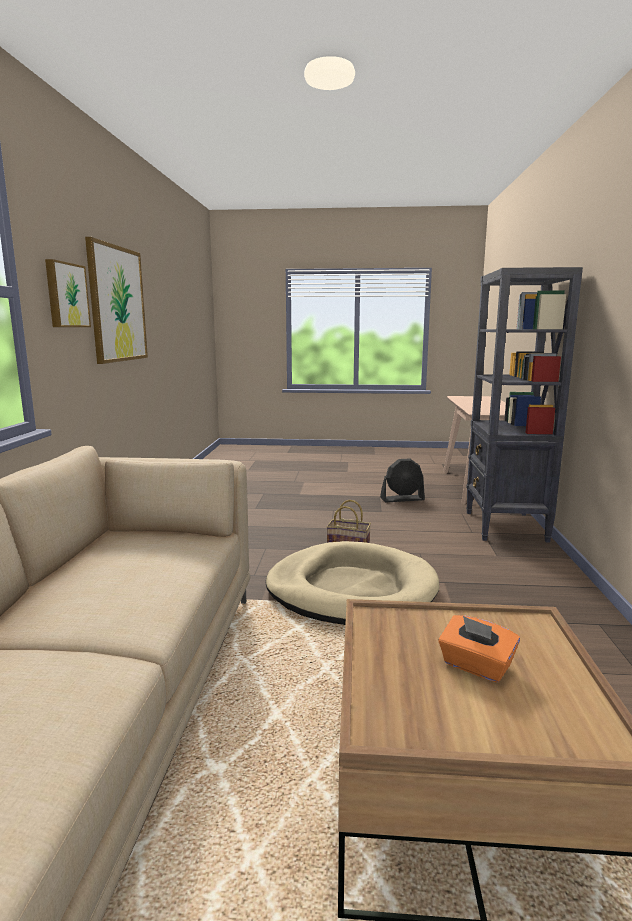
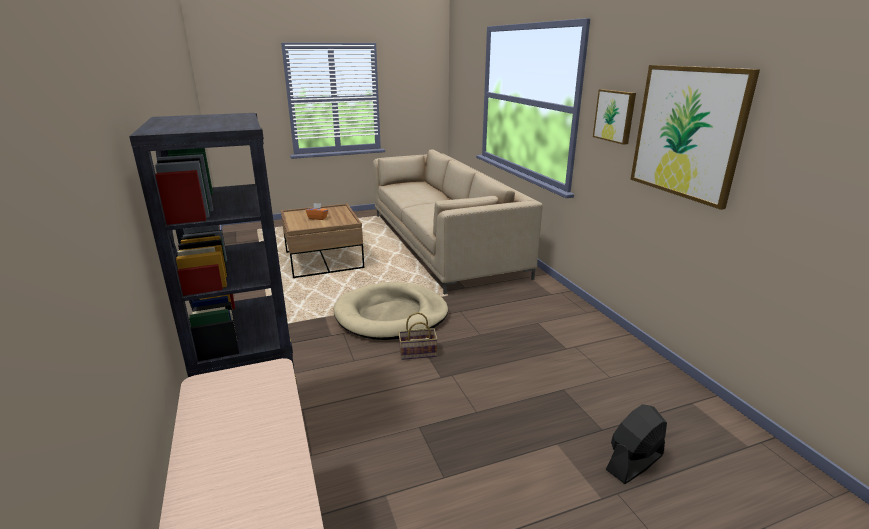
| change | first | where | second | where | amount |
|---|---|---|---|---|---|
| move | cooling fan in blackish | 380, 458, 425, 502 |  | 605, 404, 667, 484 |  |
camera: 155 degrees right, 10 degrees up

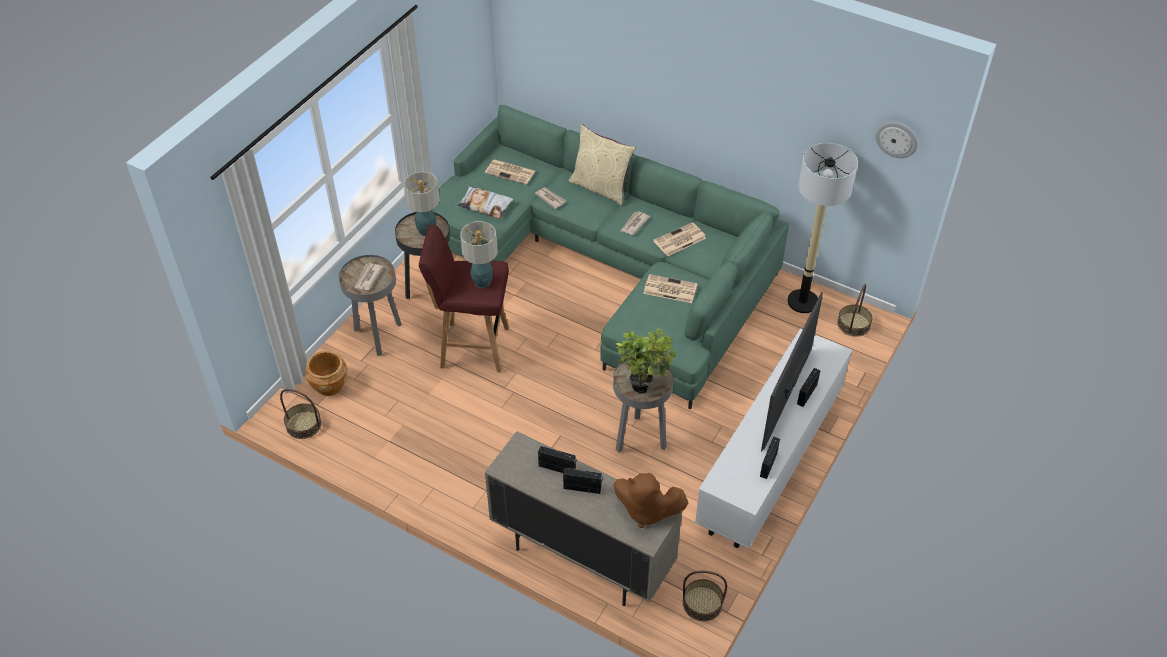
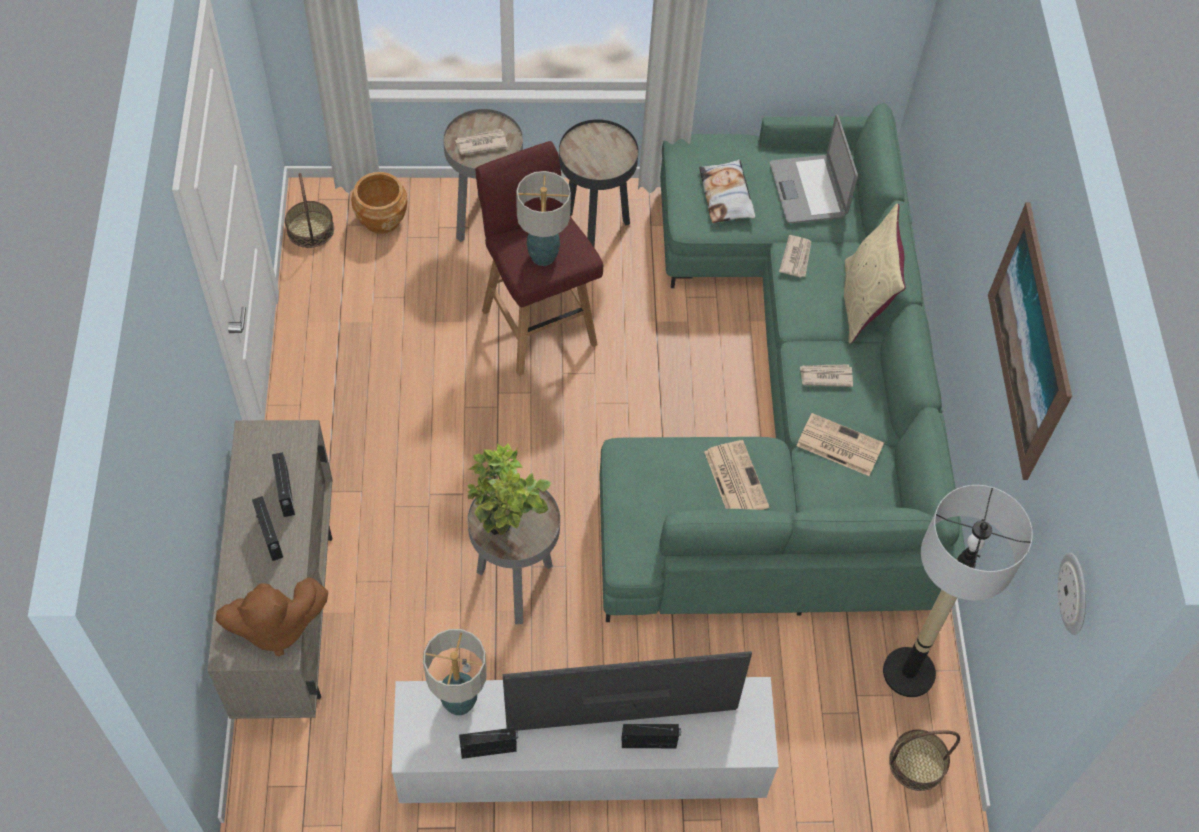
| change | first | where | second | where | amount |
|---|---|---|---|---|---|
| replace | printed paper | 485, 160, 535, 184 | laptop | 770, 115, 858, 223 |  |
| move | table lamp | 403, 172, 440, 236 |  | 423, 629, 487, 715 |  |
| rotate | plush toy in brown-coloured | 613, 473, 689, 528 |  | 216, 577, 328, 656 | 90 degrees counterclockwise |
| delete | basket | 683, 571, 727, 621 |  |  |  |
| insert |  |  | picture | 988, 202, 1072, 480 |  |
camera: 55 degrees right, 10 degrees up

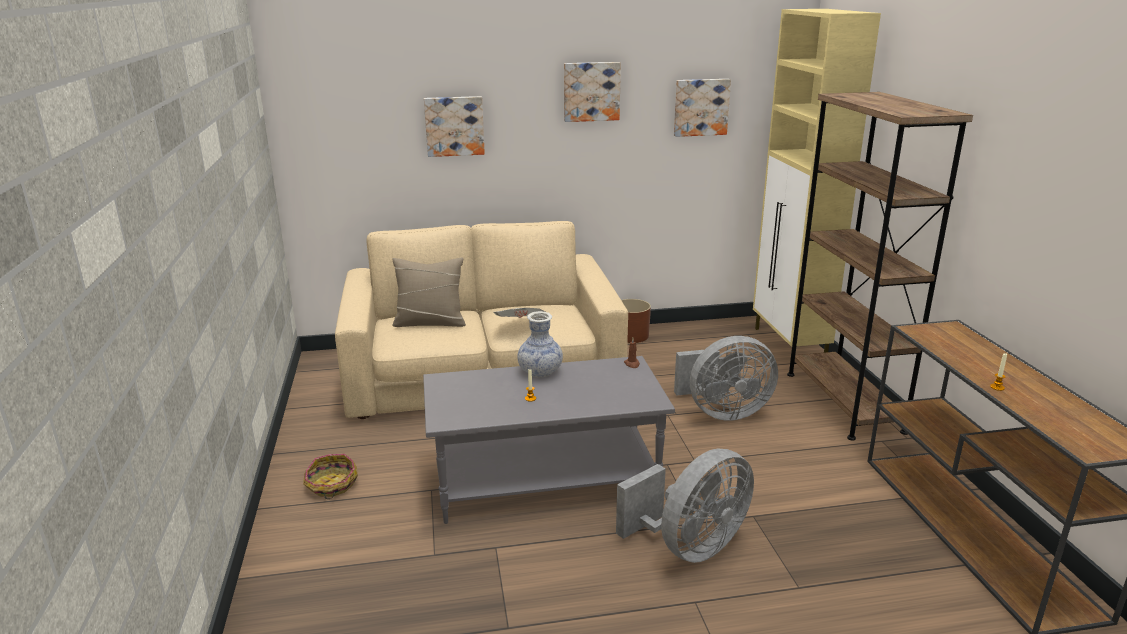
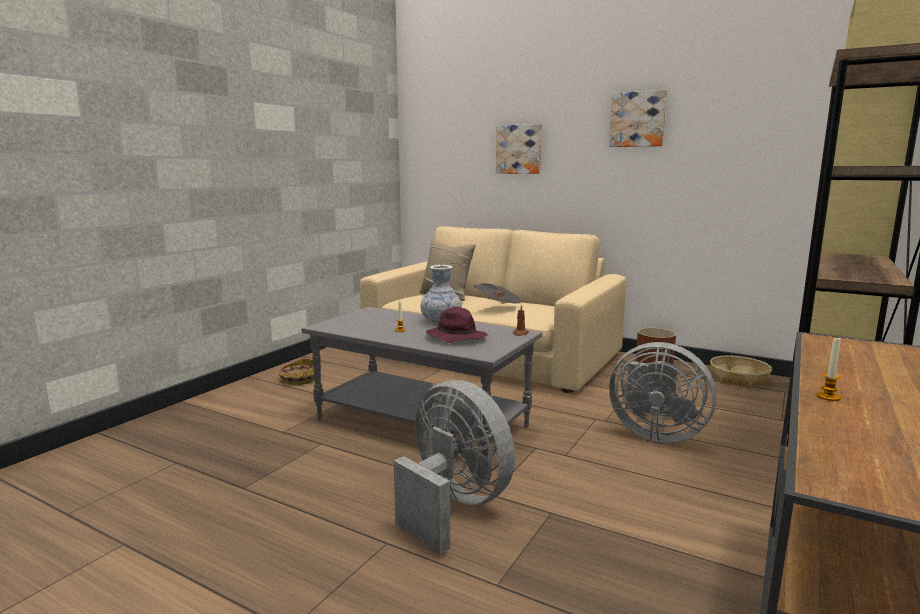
| change | first | where | second | where | amount |
|---|---|---|---|---|---|
| delete | picture | 674, 79, 731, 137 |  |  |  |
| rotate | cooling fan in greyish | 616, 449, 754, 563 |  | 394, 380, 515, 554 | 135 degrees counterclockwise |
| insert |  |  | clothing hat in purple | 426, 307, 488, 343 |  |
| insert |  |  | basket | 710, 355, 772, 388 |  |
camera: 40 degrees right, 10 degrees down

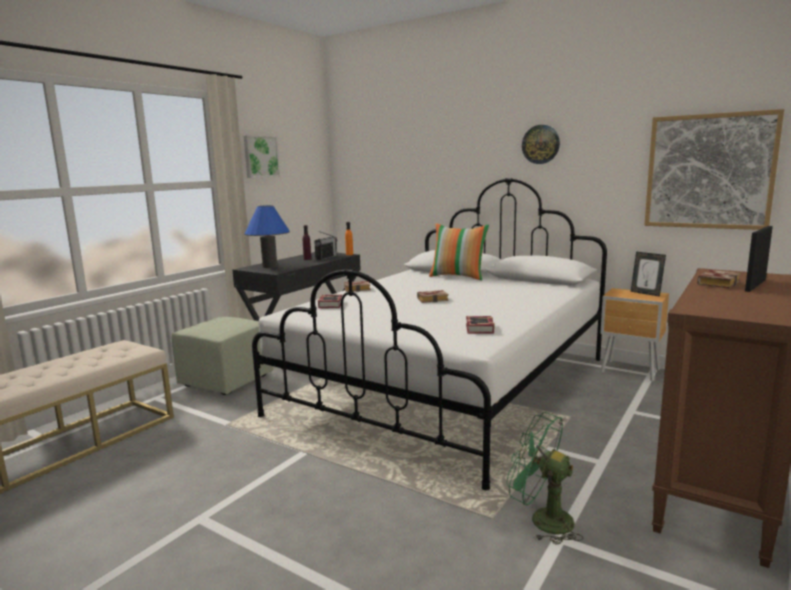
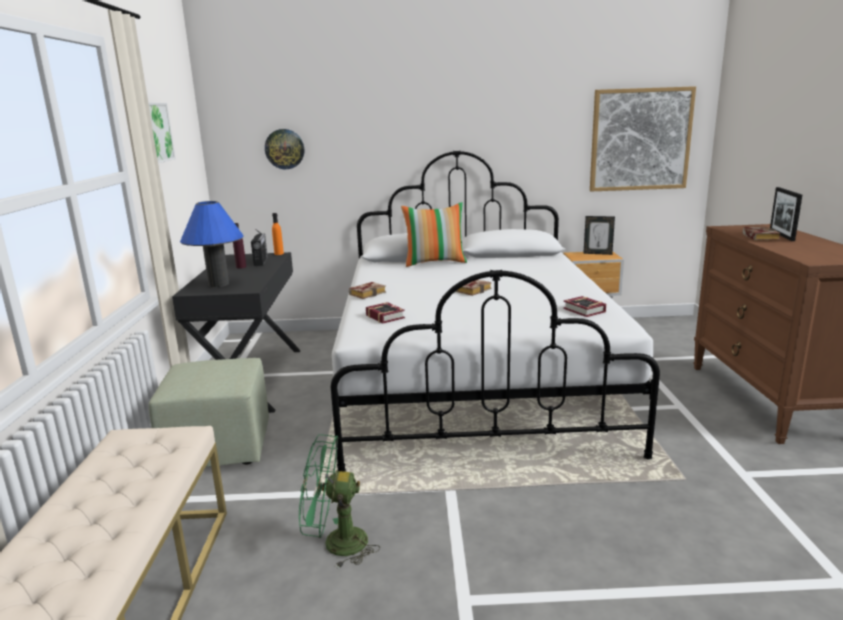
| change | first | where | second | where | amount |
|---|---|---|---|---|---|
| move | clock on the wall | 522, 125, 560, 164 |  | 265, 129, 304, 169 |  |
| move | cooling fan in greenish | 506, 412, 583, 545 |  | 299, 434, 380, 569 |  |
camera: 35 degrees left, 5 degrees up

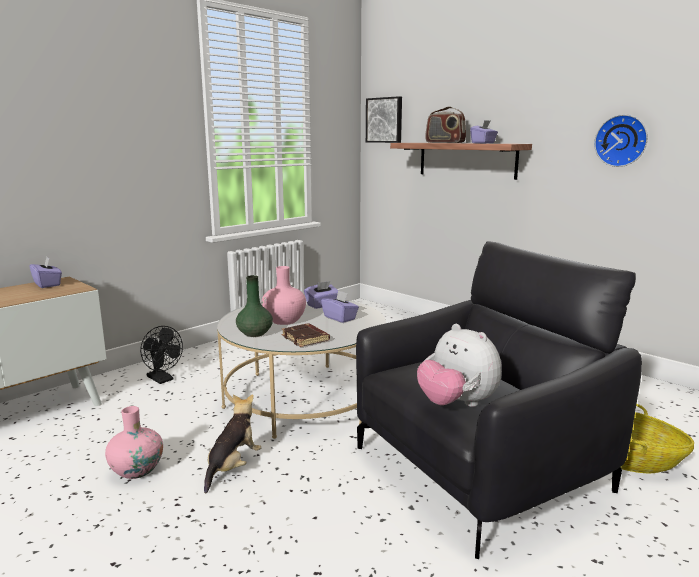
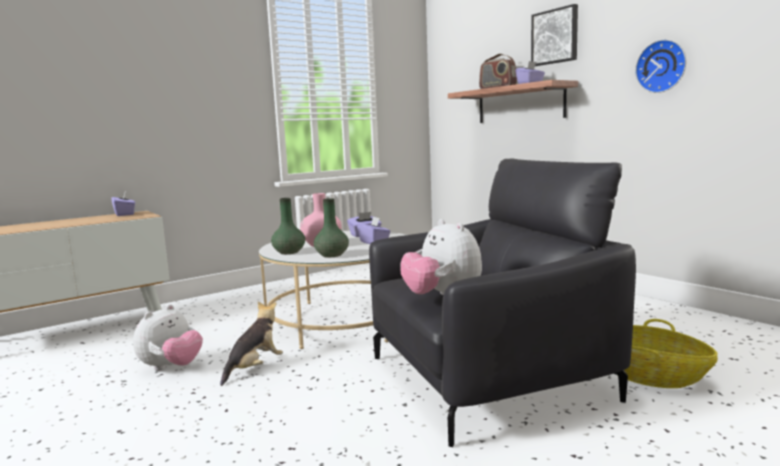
| change | first | where | second | where | amount |
|---|---|---|---|---|---|
| move | picture | 366, 96, 402, 143 |  | 531, 4, 578, 66 |  |
| replace | bound book in brown-coloured | 281, 323, 330, 347 | decorative vase in greenish | 314, 198, 349, 257 |  |
| delete | cooling fan in blackish | 140, 326, 183, 384 |  |  |  |
| replace | decorative vase in pinkish | 105, 406, 163, 479 | plush toy | 133, 305, 203, 371 |  |
camera: 10 degrees right, 5 degrees down

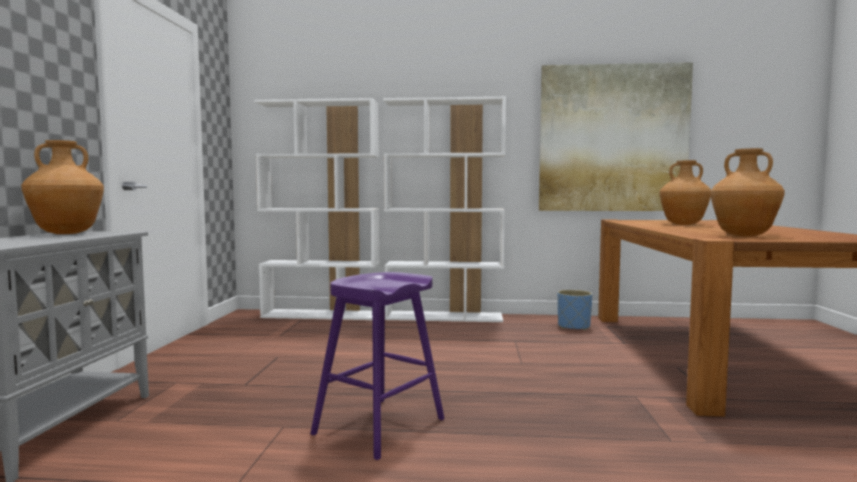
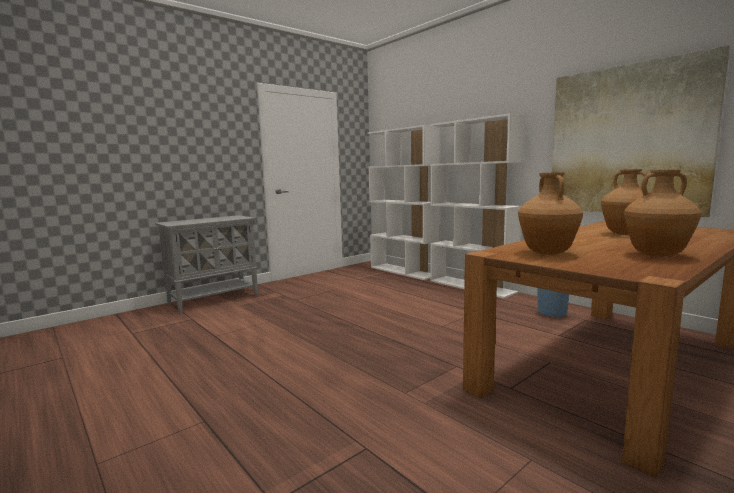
| change | first | where | second | where | amount |
|---|---|---|---|---|---|
| move | decorative vase in brown-coloured | 21, 140, 104, 234 |  | 624, 170, 702, 257 |  |
| delete | stool seat in purple | 310, 272, 444, 460 |  |  |  |
camera: 45 degrees right, 5 degrees up

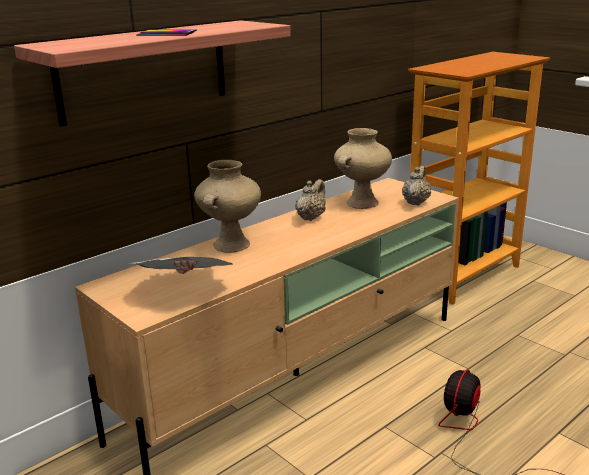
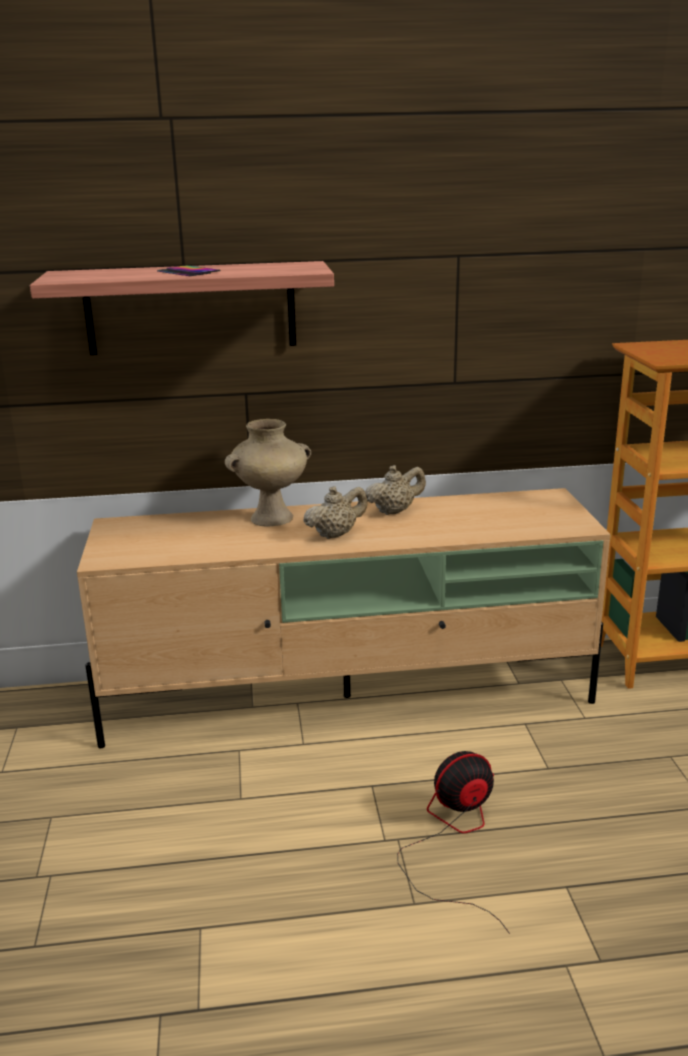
| change | first | where | second | where | amount |
|---|---|---|---|---|---|
| delete | decorative vase in sand-coloured | 334, 128, 392, 209 |  |  |  |
| move | pot for tea in sand-coloured | 402, 166, 431, 206 |  | 304, 486, 368, 539 |  |
| delete | printed paper | 128, 257, 233, 274 |  |  |  |
camera: 35 degrees right, 0 degrees up

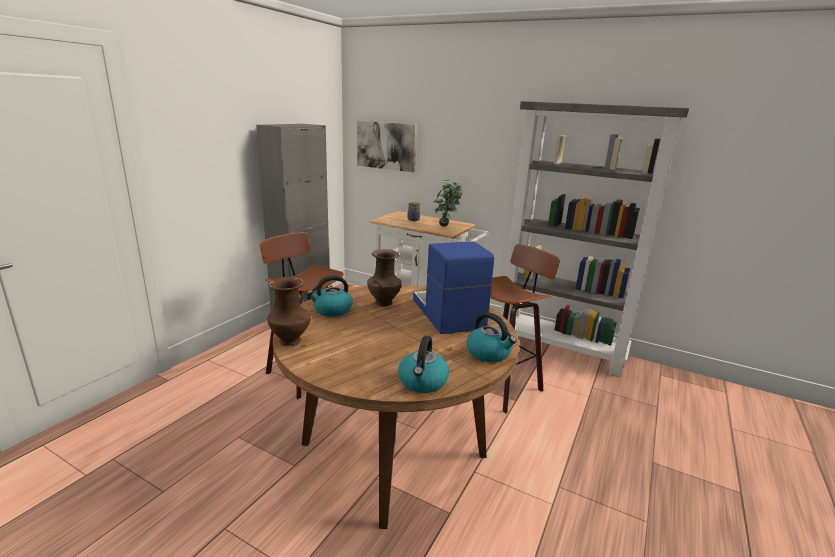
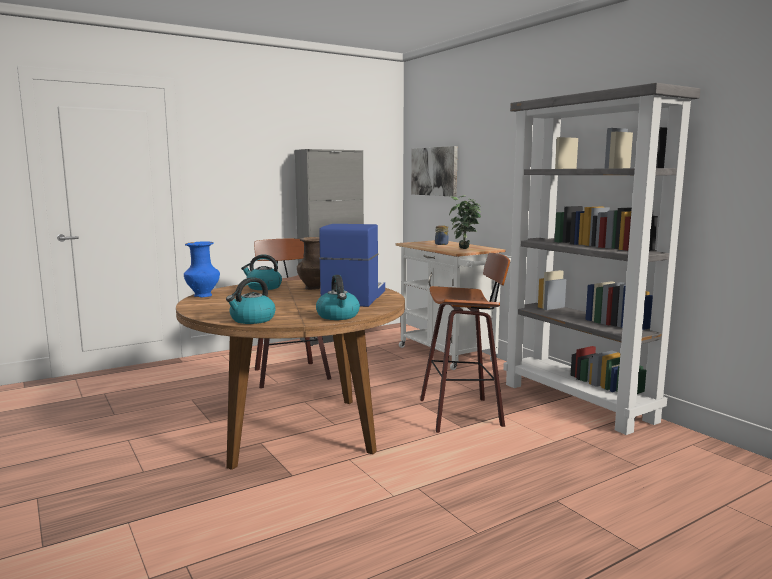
| change | first | where | second | where | amount |
|---|---|---|---|---|---|
| recolor | decorative vase in brown-coloured | 267, 277, 311, 345 | decorative vase in blue-coloured | 184, 241, 220, 297 |  |
camera: 30 degrees right, 10 degrees down

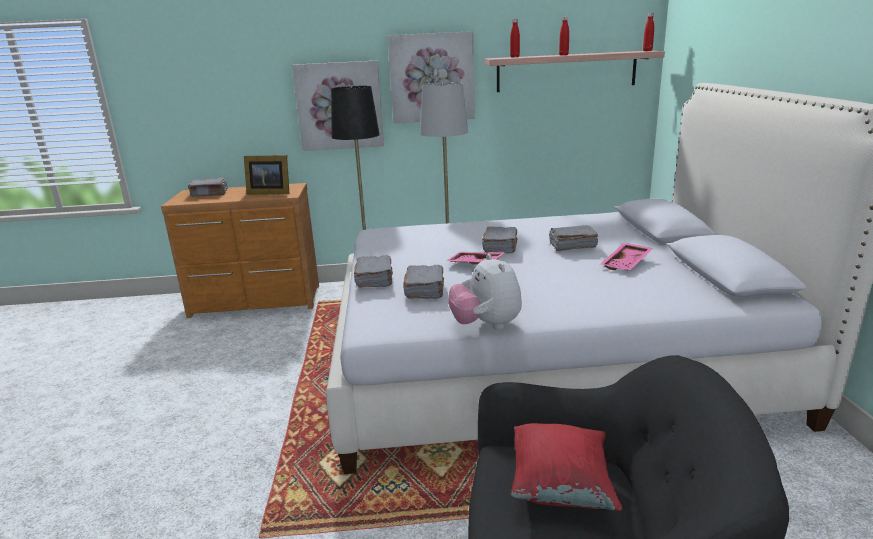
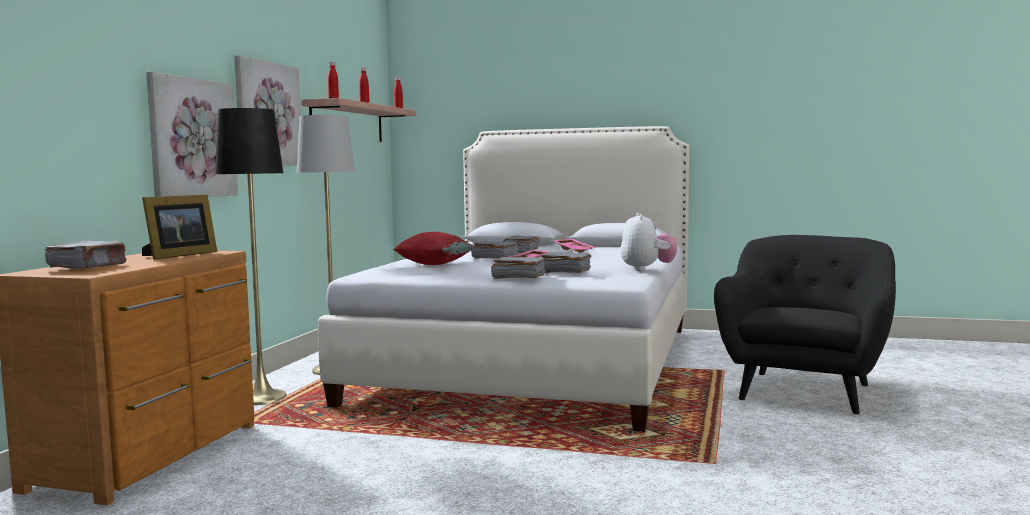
| change | first | where | second | where | amount |
|---|---|---|---|---|---|
| rotate | plush toy | 448, 254, 522, 329 |  | 621, 213, 677, 271 | 90 degrees counterclockwise |
| move | cushion in red-coloured | 511, 423, 623, 511 |  | 393, 232, 476, 265 |  |
camera: 70 degrees left, 15 degrees down

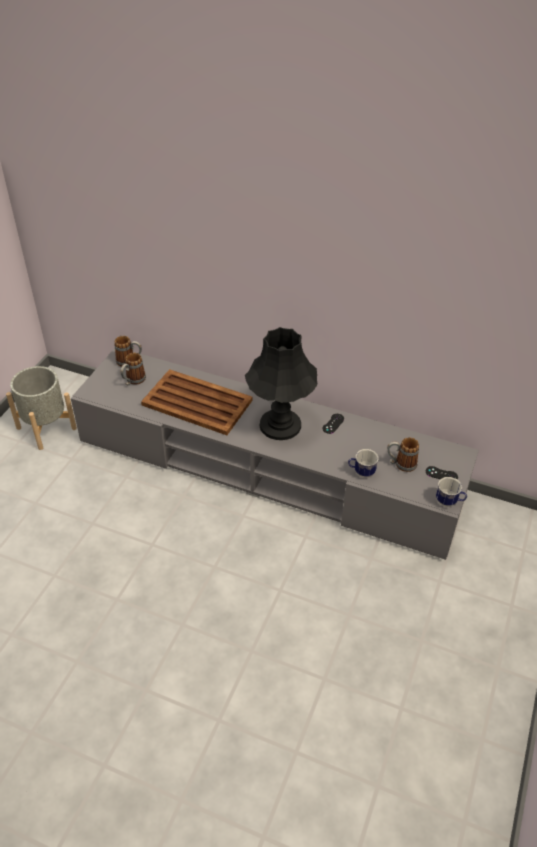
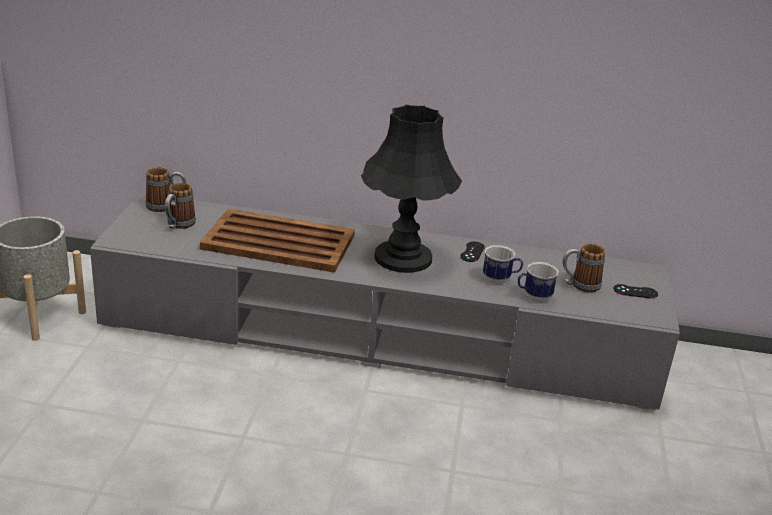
| change | first | where | second | where | amount |
|---|---|---|---|---|---|
| move | coffee mug | 436, 477, 467, 507 |  | 483, 245, 523, 284 |  |
camera: 15 degrees left, 15 degrees down

